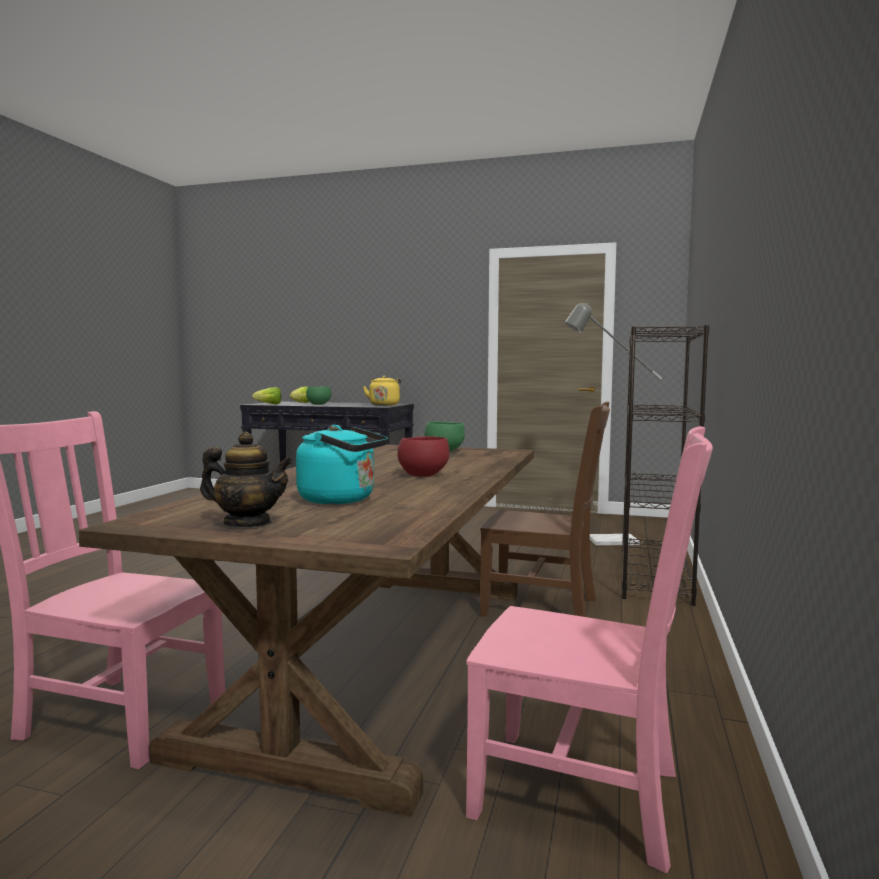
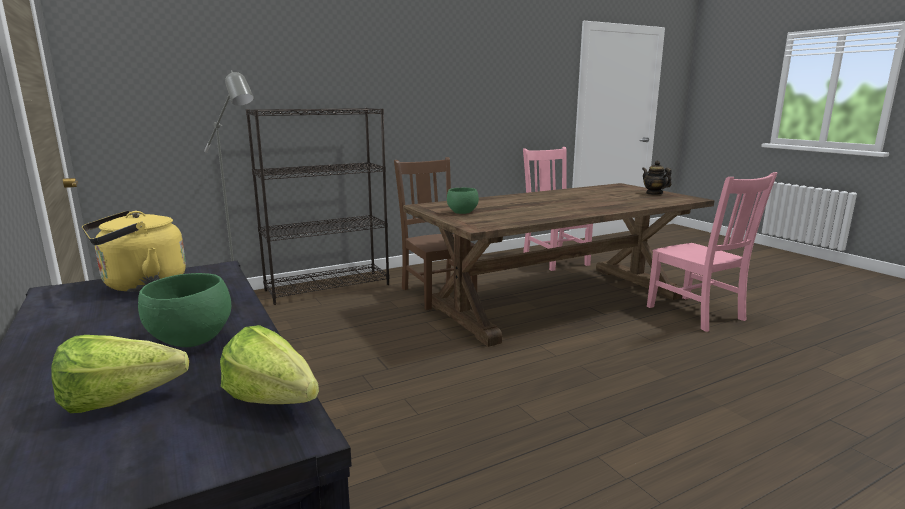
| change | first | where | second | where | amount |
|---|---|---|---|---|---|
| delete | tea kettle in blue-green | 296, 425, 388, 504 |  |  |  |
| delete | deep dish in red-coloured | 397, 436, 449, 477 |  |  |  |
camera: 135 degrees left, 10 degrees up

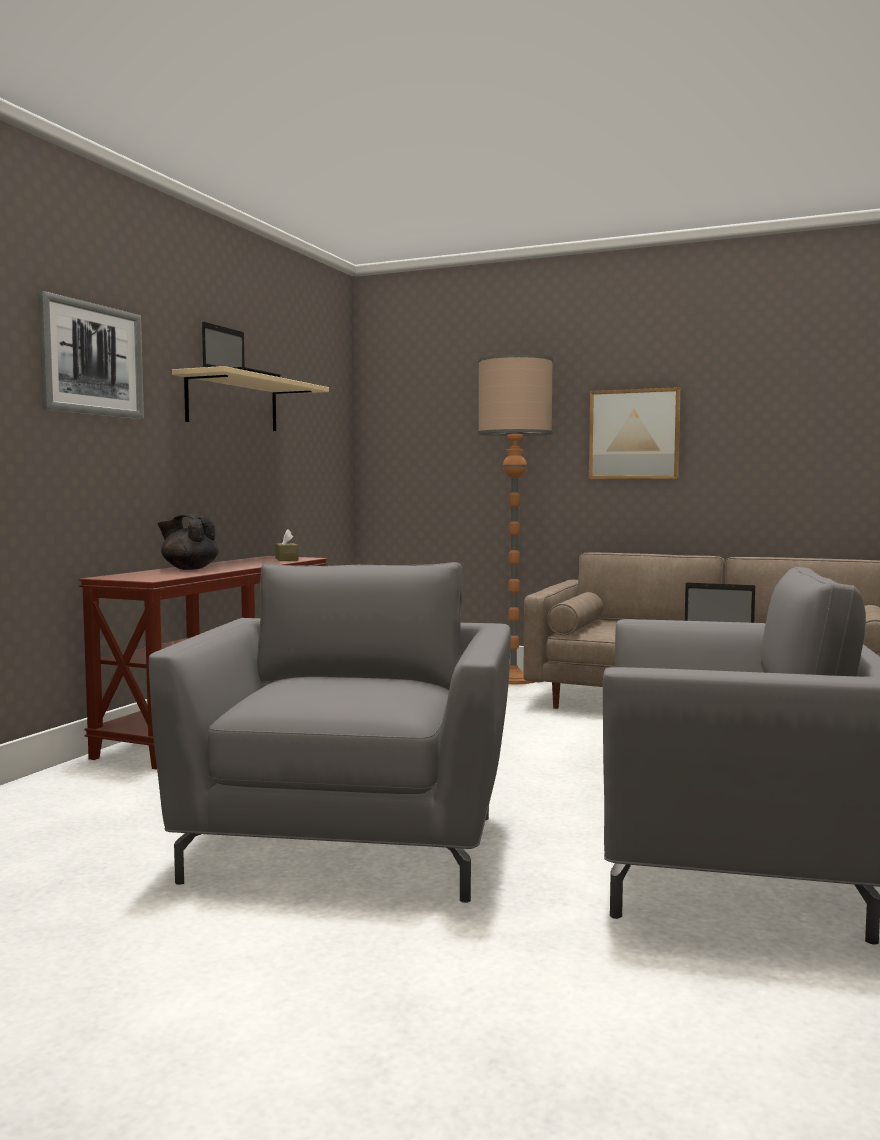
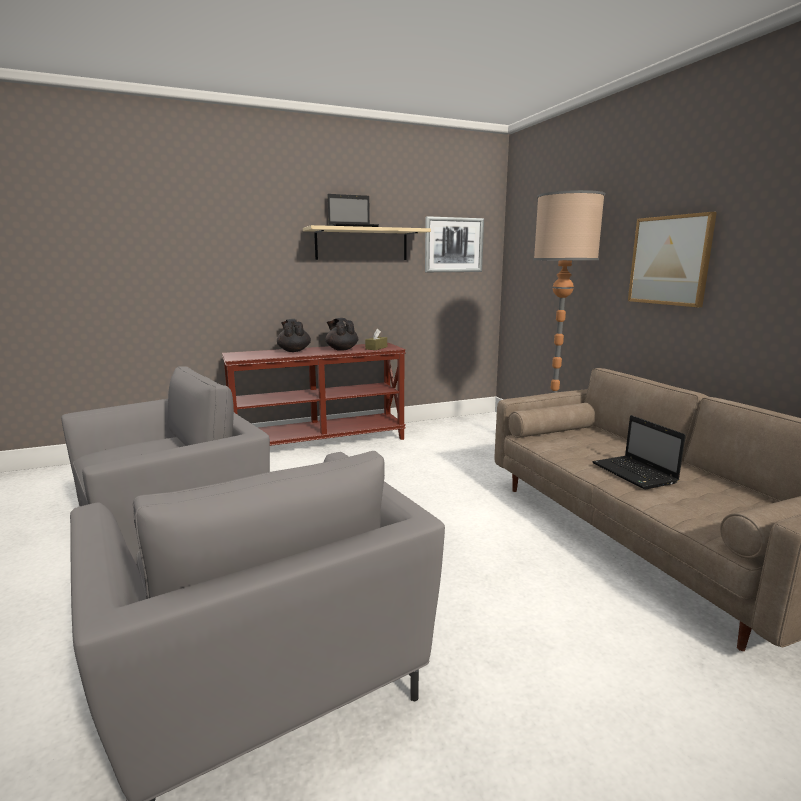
| change | first | where | second | where | amount |
|---|---|---|---|---|---|
| move | picture | 38, 291, 144, 419 |  | 425, 216, 484, 272 |  |
| insert |  |  | pot for tea in blackish | 325, 318, 358, 351 |  |
camera: 45 degrees right, 10 degrees up

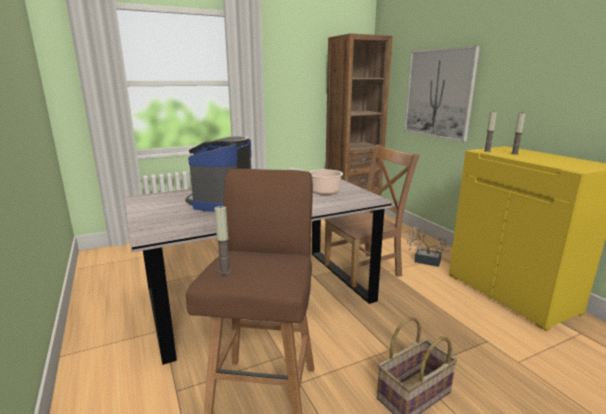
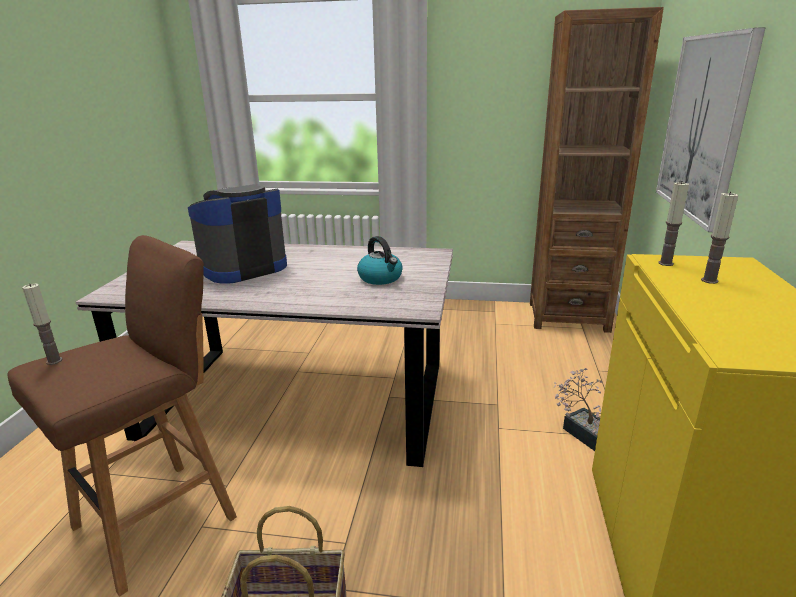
| change | first | where | second | where | amount |
|---|---|---|---|---|---|
| delete | plain chair in brown-coloured | 324, 145, 420, 287 |  |  |  |
| replace | cooking pot | 289, 168, 343, 195 | tea kettle | 357, 236, 403, 285 |  |
camera: 35 degrees right, 5 degrees up

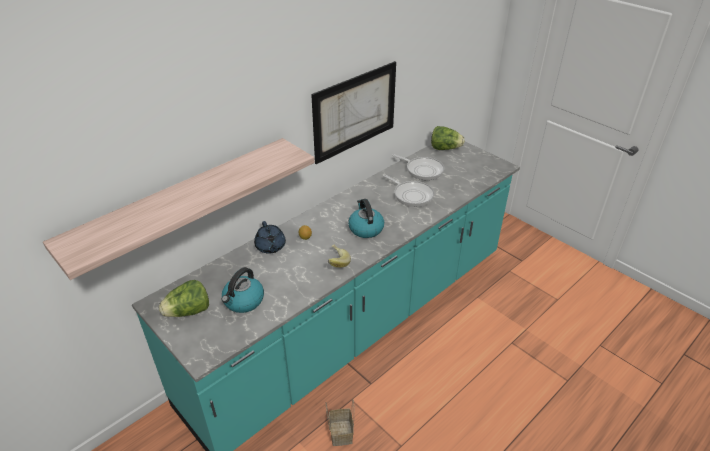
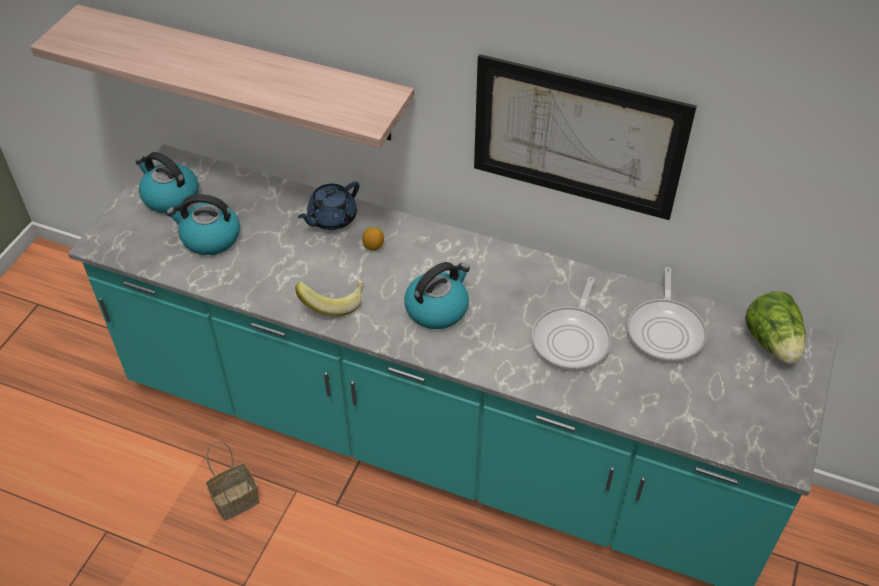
| change | first | where | second | where | amount |
|---|---|---|---|---|---|
| replace | head of lettuce | 159, 280, 209, 317 | tea kettle | 136, 152, 199, 214 |  |
camera: 65 degrees right, 10 degrees up

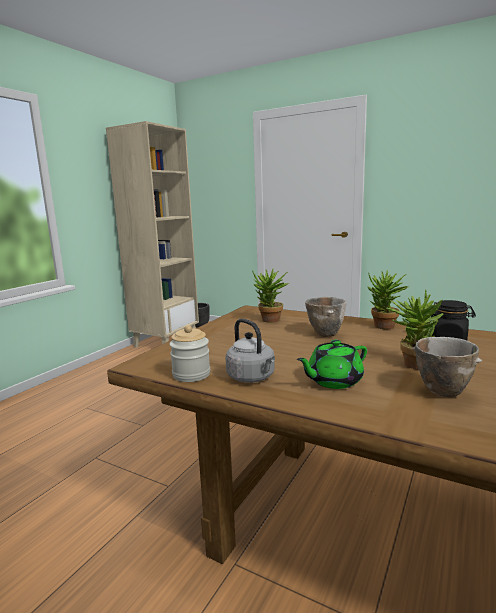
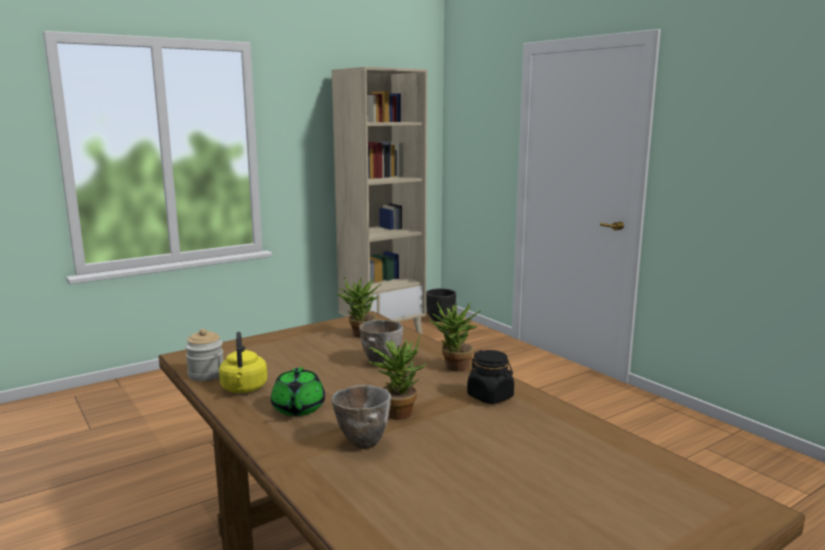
| change | first | where | second | where | amount |
|---|---|---|---|---|---|
| recolor | tea kettle in greyish | 225, 319, 275, 382 | tea kettle in yellowish | 219, 332, 267, 393 |  |
| rotate | pot for tea in greenish | 297, 340, 367, 389 |  | 271, 367, 325, 416 | 90 degrees counterclockwise |
camera: 25 degrees right, 0 degrees up

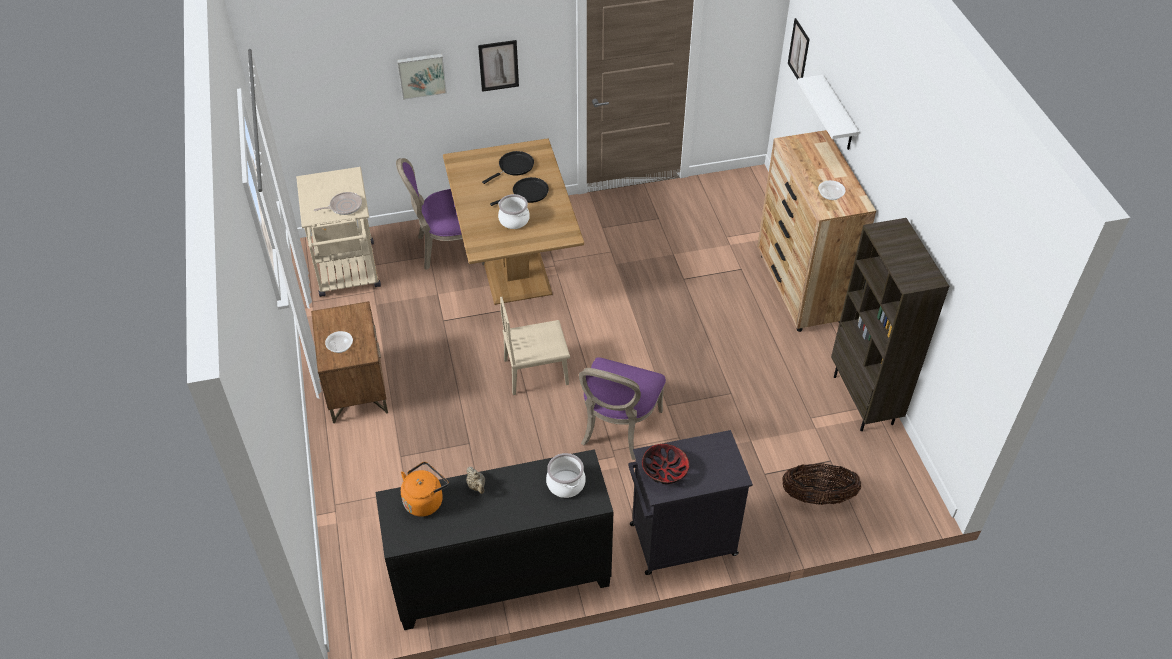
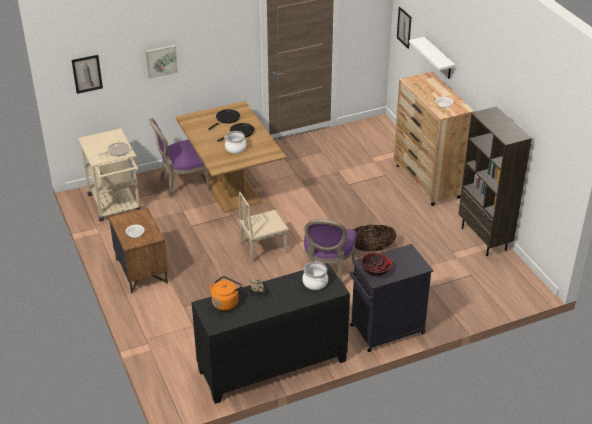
| change | first | where | second | where | amount |
|---|---|---|---|---|---|
| move | picture | 478, 40, 519, 92 |  | 72, 55, 103, 94 |  |
| move | basket | 782, 463, 861, 505 |  | 353, 225, 397, 251 |  |
camera: 10 degrees left, 10 degrees down

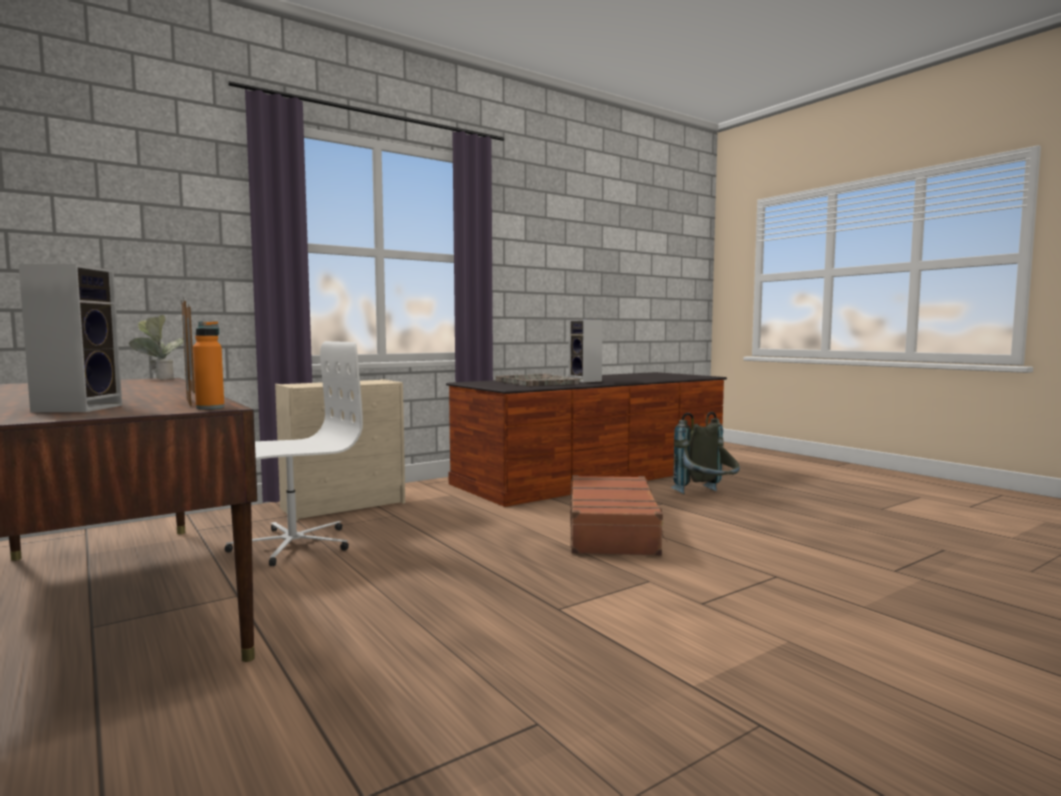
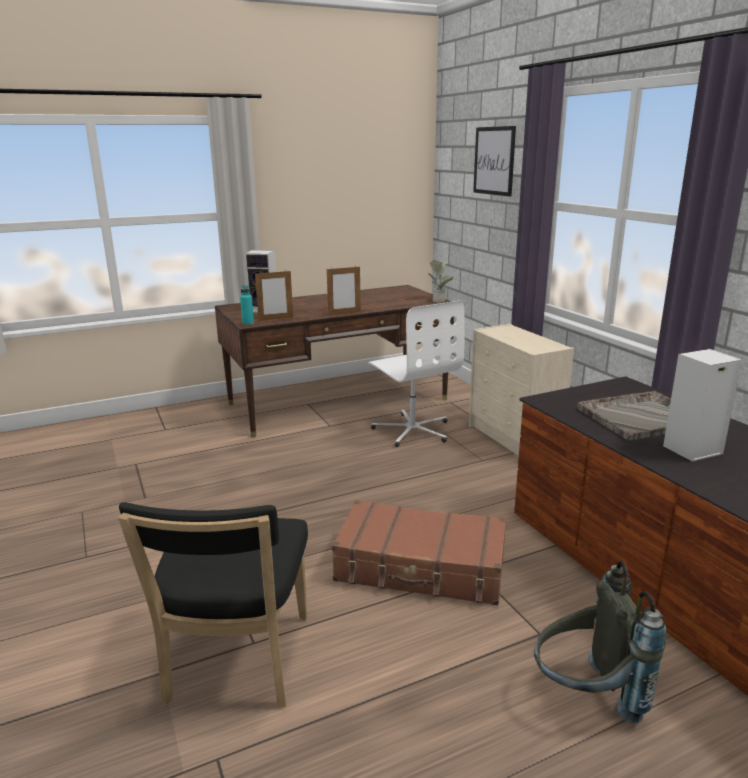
| change | first | where | second | where | amount |
|---|---|---|---|---|---|
| recolor | bottle in orangey | 193, 321, 224, 409 | bottle in blue-green | 240, 285, 254, 325 |  |
| insert |  |  | picture | 473, 126, 516, 197 |  |
| insert |  |  | plain chair in blackish | 118, 502, 308, 708 |  |
camera: 100 degrees right, 15 degrees up

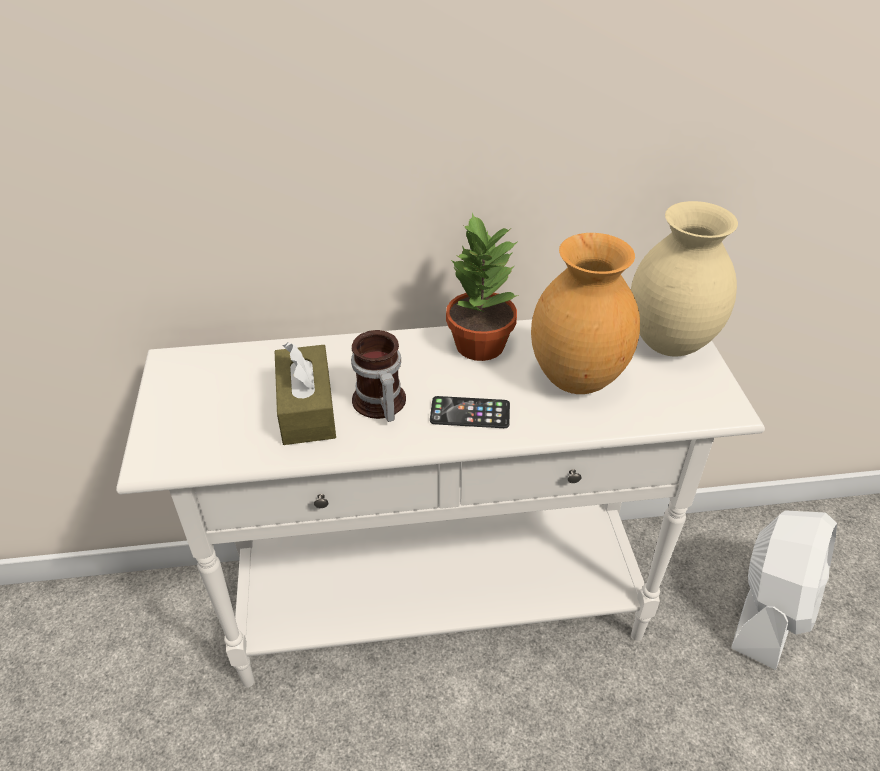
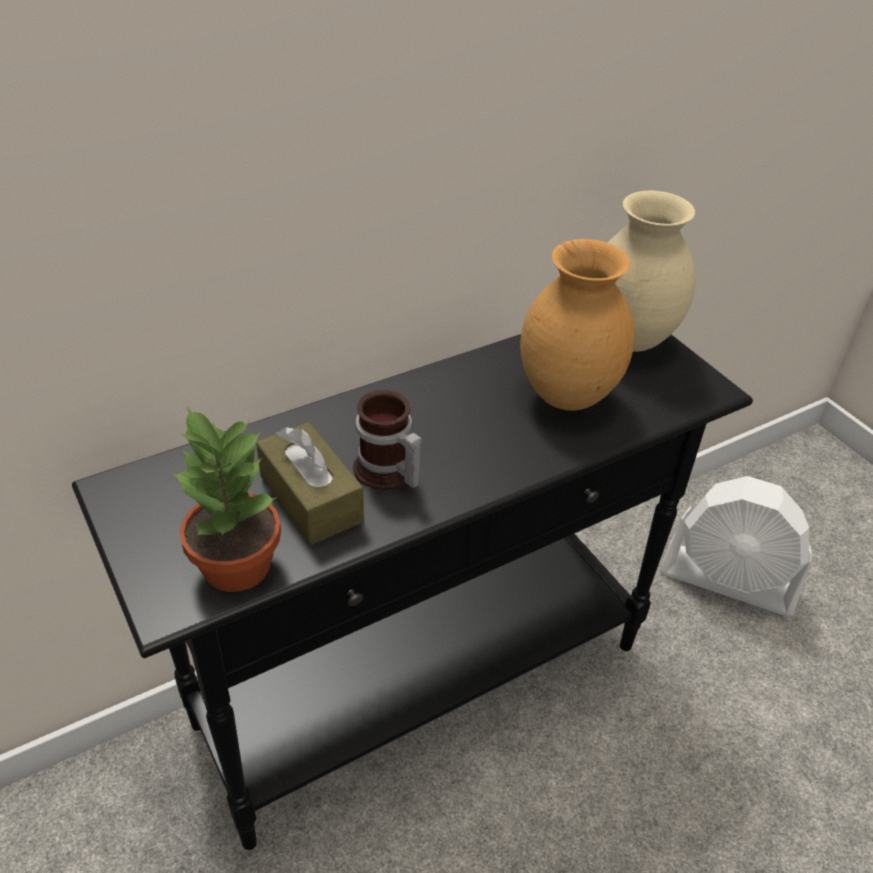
| change | first | where | second | where | amount |
|---|---|---|---|---|---|
| move | plant in a pot | 446, 213, 518, 361 |  | 172, 407, 281, 592 |  |
| recolor | narrow table in white-coloured | 116, 319, 765, 687 | narrow table in blackish | 72, 334, 753, 850 |  |
| delete | telephone | 430, 396, 510, 428 |  |  |  |
| rotate | cooling fan in white-coloured | 732, 510, 837, 670 |  | 660, 476, 812, 616 | 105 degrees clockwise |
camera: 25 degrees left, 0 degrees up

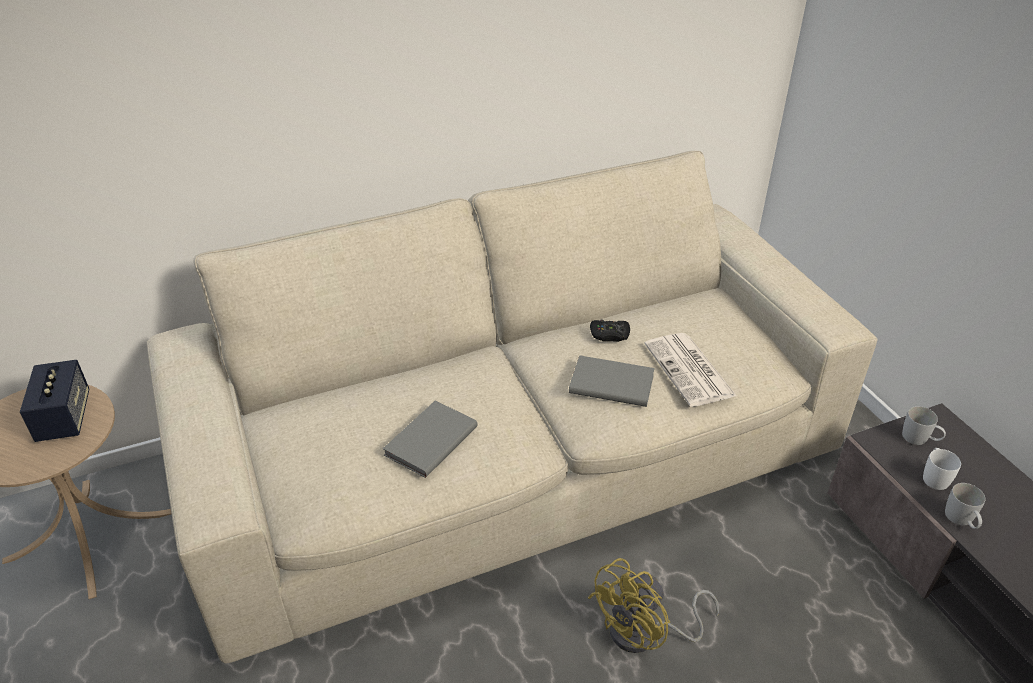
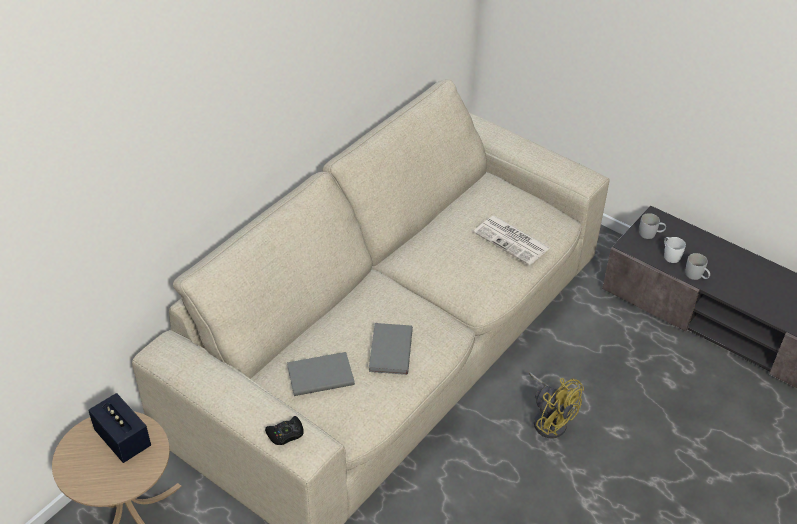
| change | first | where | second | where | amount |
|---|---|---|---|---|---|
| move | joypad in blackish | 590, 319, 630, 342 |  | 265, 416, 304, 445 |  |
| move | bound book in greyish | 569, 355, 655, 407 |  | 287, 352, 355, 396 |  |
| rotate | cooling fan in yellowish | 588, 558, 719, 653 |  | 529, 372, 584, 438 | 60 degrees counterclockwise |
camera: 30 degrees left, 5 degrees up

